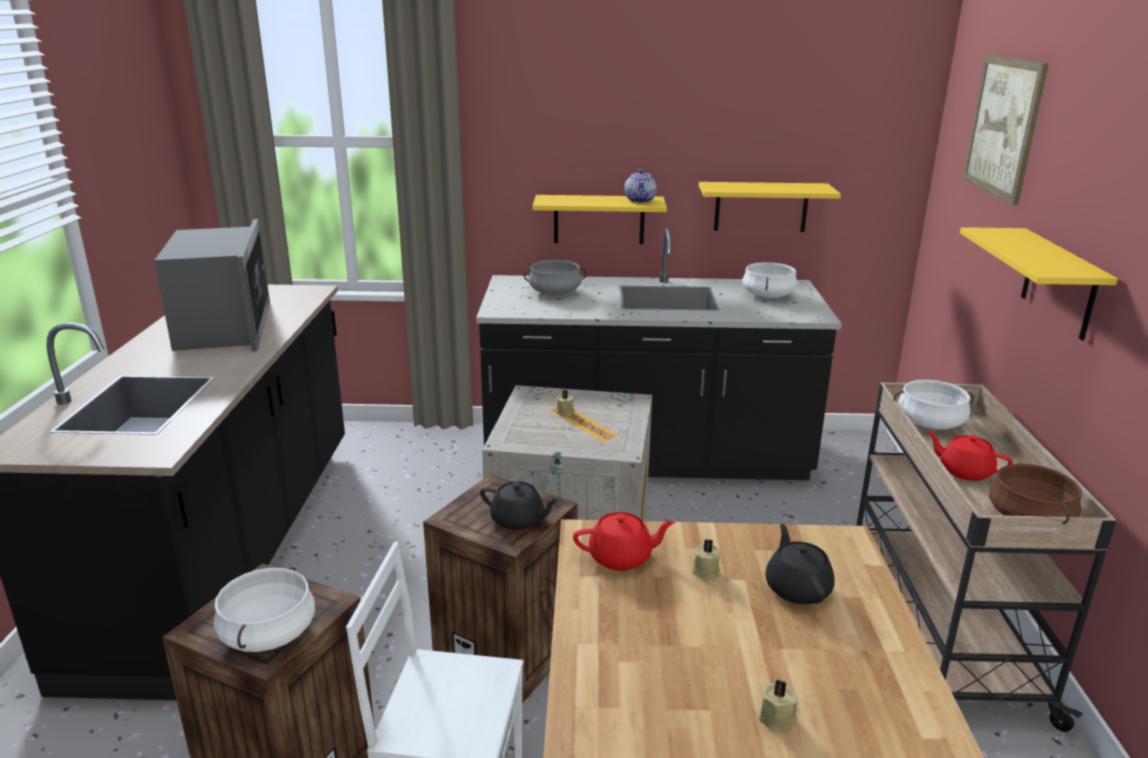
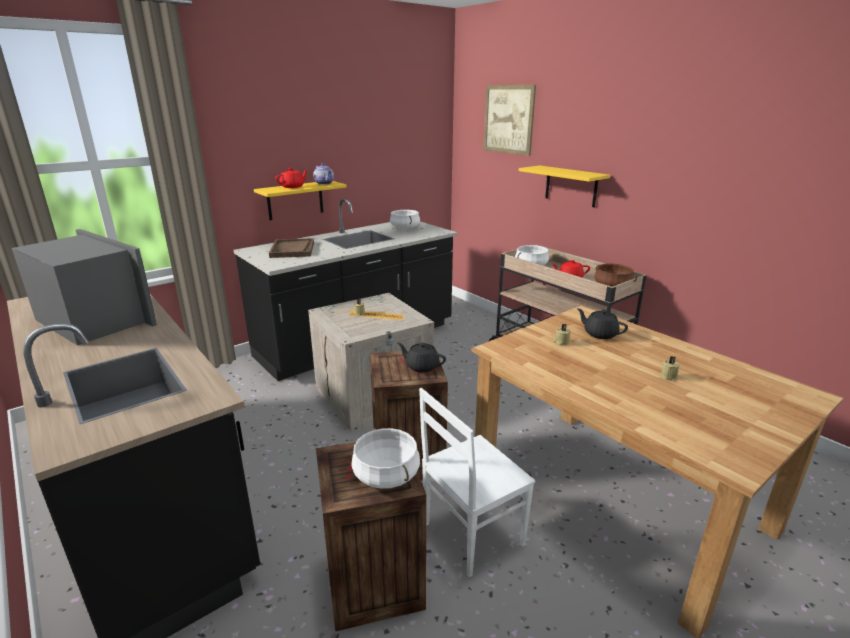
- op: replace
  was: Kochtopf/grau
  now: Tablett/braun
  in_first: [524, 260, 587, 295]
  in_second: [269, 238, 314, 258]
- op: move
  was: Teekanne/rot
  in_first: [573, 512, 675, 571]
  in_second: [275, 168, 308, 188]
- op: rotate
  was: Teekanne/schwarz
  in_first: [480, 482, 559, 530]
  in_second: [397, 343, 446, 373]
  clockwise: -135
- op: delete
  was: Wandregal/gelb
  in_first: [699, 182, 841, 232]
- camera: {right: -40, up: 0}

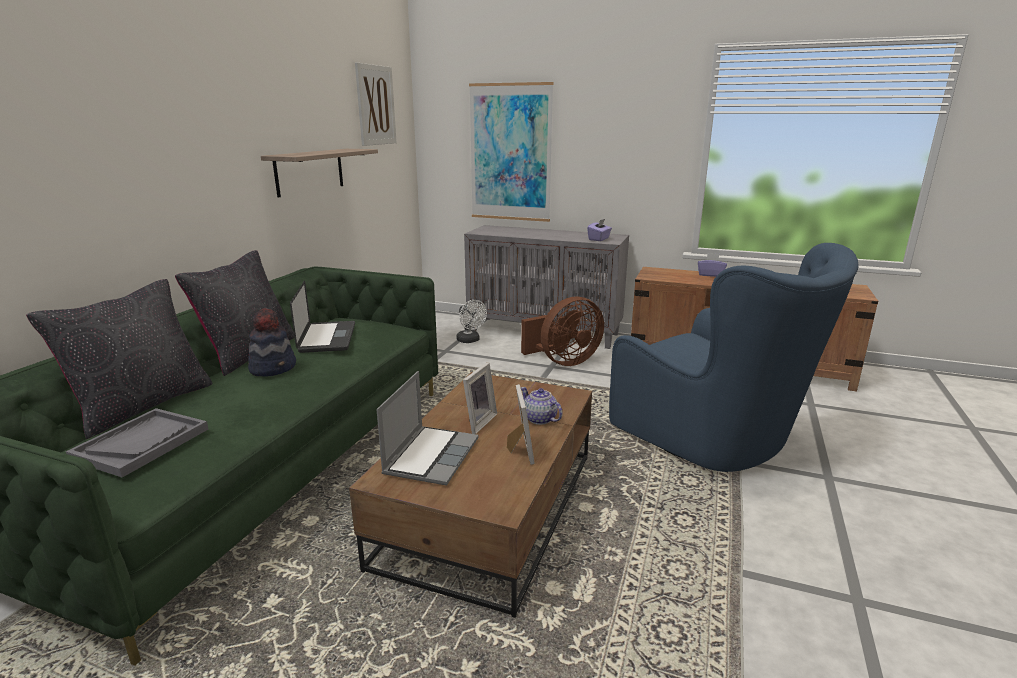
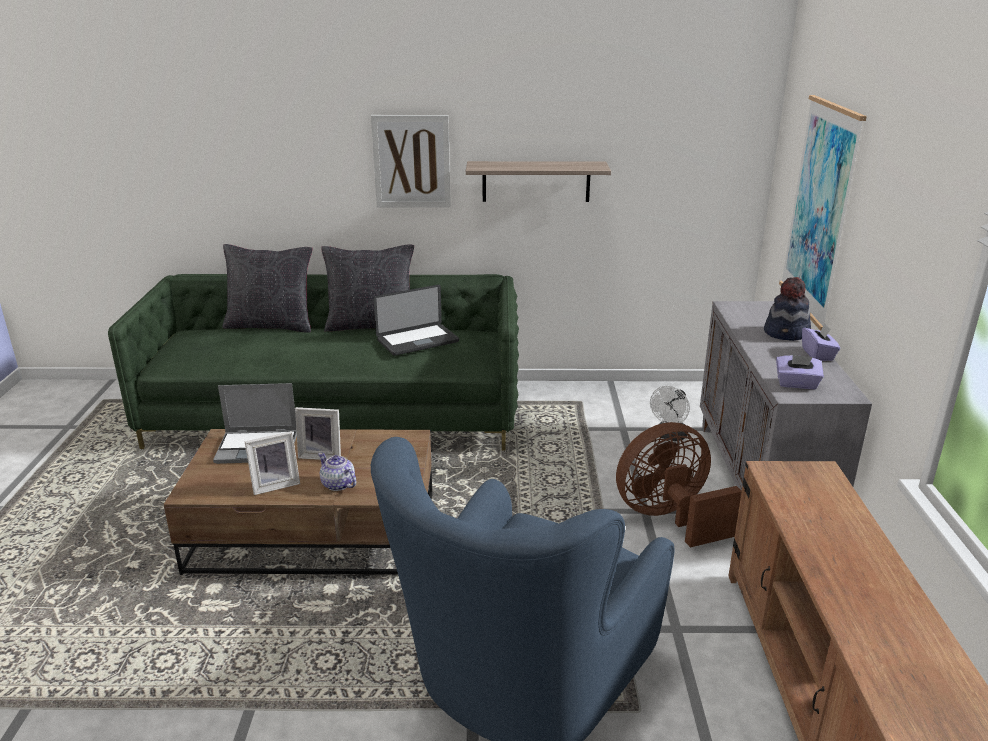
- op: rotate
  was: Teekanne
  in_first: [521, 387, 563, 425]
  in_second: [318, 453, 356, 491]
  clockwise: -75
- op: move
  was: Bild
  in_first: [355, 63, 397, 146]
  in_second: [371, 115, 451, 208]
- op: rotate
  was: Ventilator/braun
  in_first: [521, 296, 604, 366]
  in_second: [616, 422, 742, 548]
  clockwise: 120
- op: move
  was: Hut
  in_first: [248, 308, 296, 377]
  in_second: [764, 277, 811, 341]
- op: move
  was: Taschentuchbox/lila
  in_first: [698, 253, 727, 277]
  in_second: [802, 324, 840, 361]
- op: delete
  was: Tablett/grau
  in_first: [66, 408, 208, 477]
- camera: {right: 70, up: 5}

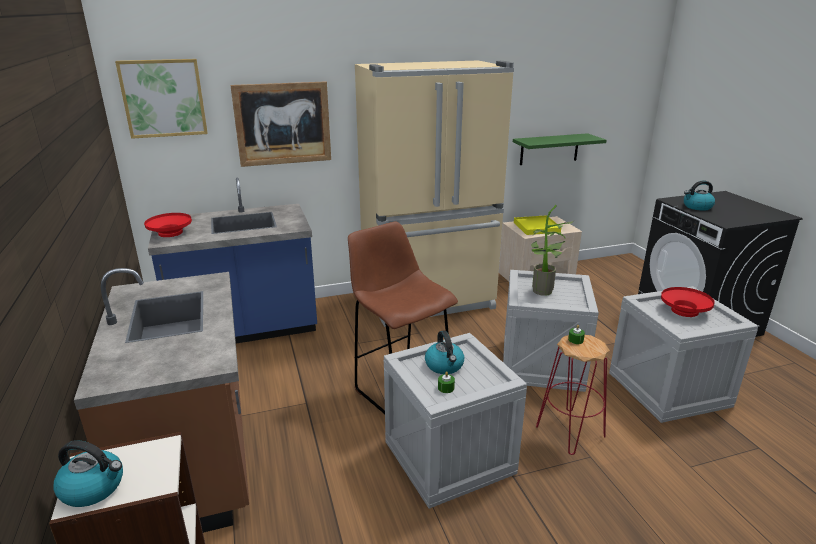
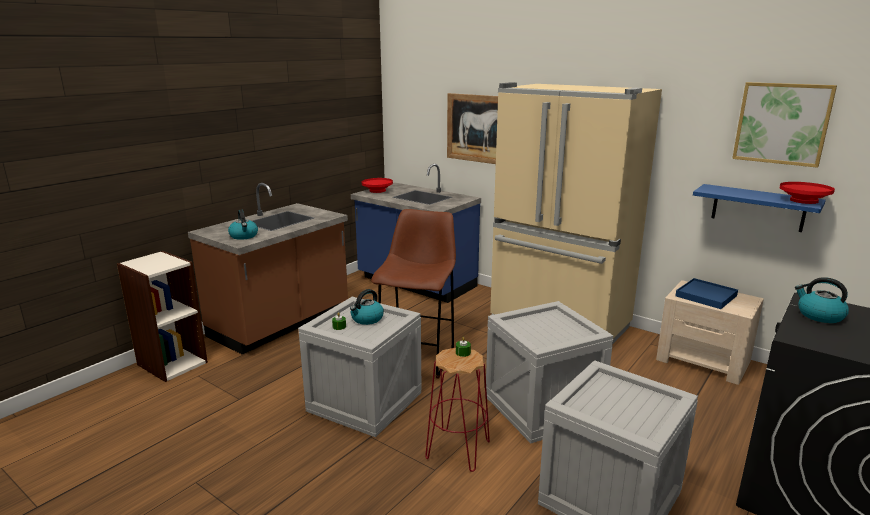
- op: move
  was: Wasserkessel
  in_first: [53, 440, 123, 507]
  in_second: [228, 210, 258, 240]
- op: recolor
  was: Tablett/gelb
  now: Tablett/blau
  in_first: [514, 215, 561, 235]
  in_second: [676, 278, 738, 309]
- op: recolor
  was: Wandregal/grün
  now: Wandregal/blau
  in_first: [513, 133, 607, 165]
  in_second: [693, 184, 826, 232]
- op: move
  was: Bild
  in_first: [115, 59, 208, 139]
  in_second: [732, 82, 837, 168]
- op: move
  was: Schüssel/rot
  in_first: [661, 287, 715, 317]
  in_second: [780, 182, 835, 204]
- op: delete
  was: Topfpflanze
  in_first: [531, 205, 575, 296]
- camera: {right: 55, up: -5}

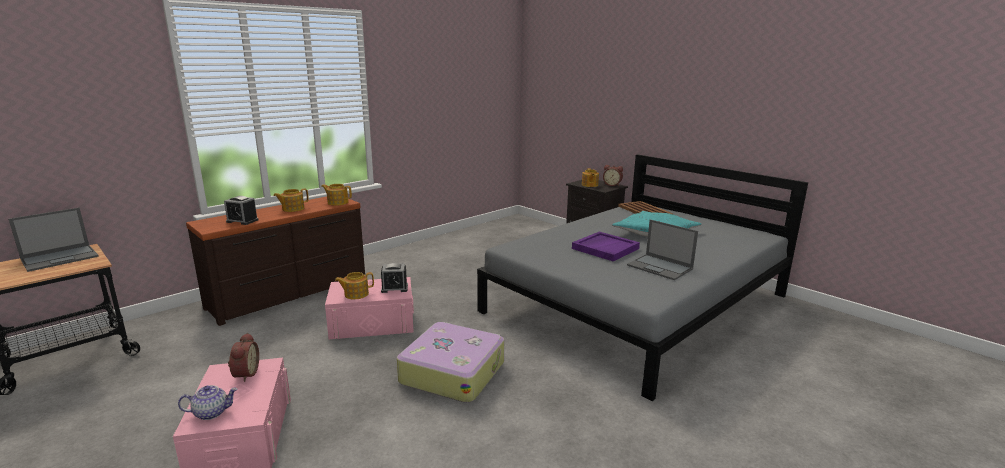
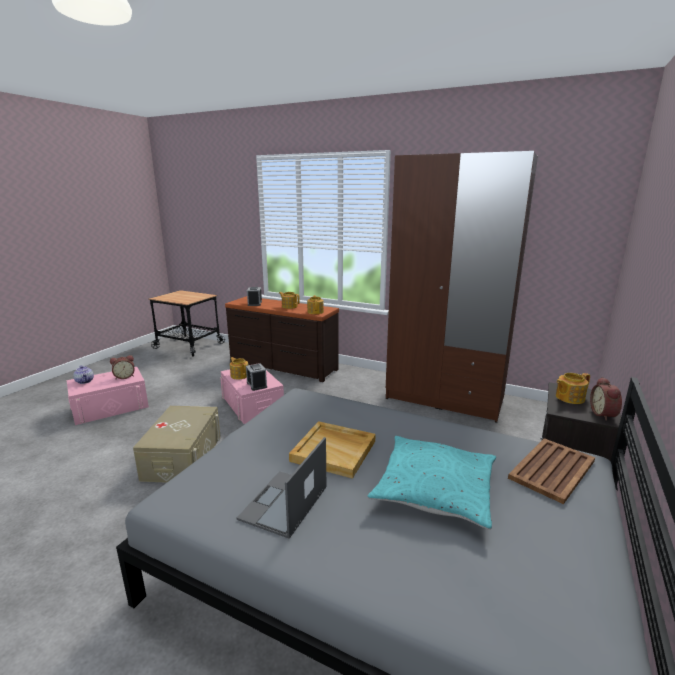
- op: replace
  was: Koffer
  now: Aufbewahrungsbox/beige
  in_first: [397, 322, 504, 403]
  in_second: [133, 406, 221, 483]
- op: recolor
  was: Tablett/lila
  now: Tablett/beige
  in_first: [572, 232, 640, 261]
  in_second: [289, 421, 376, 479]
- op: insert
  now: Kleiderschrank/braun
  in_second: [386, 151, 538, 423]
- op: delete
  was: Laptop
  in_first: [8, 208, 99, 272]
- camera: {right: 70, up: 0}

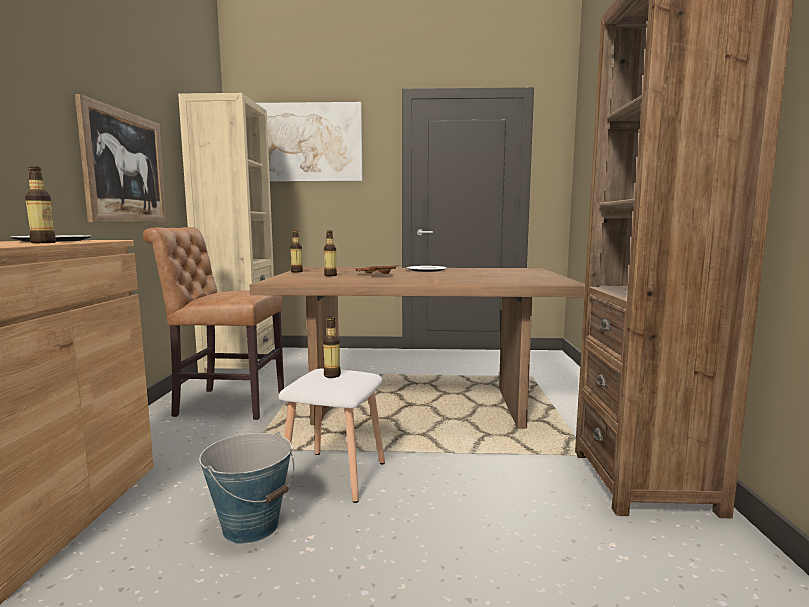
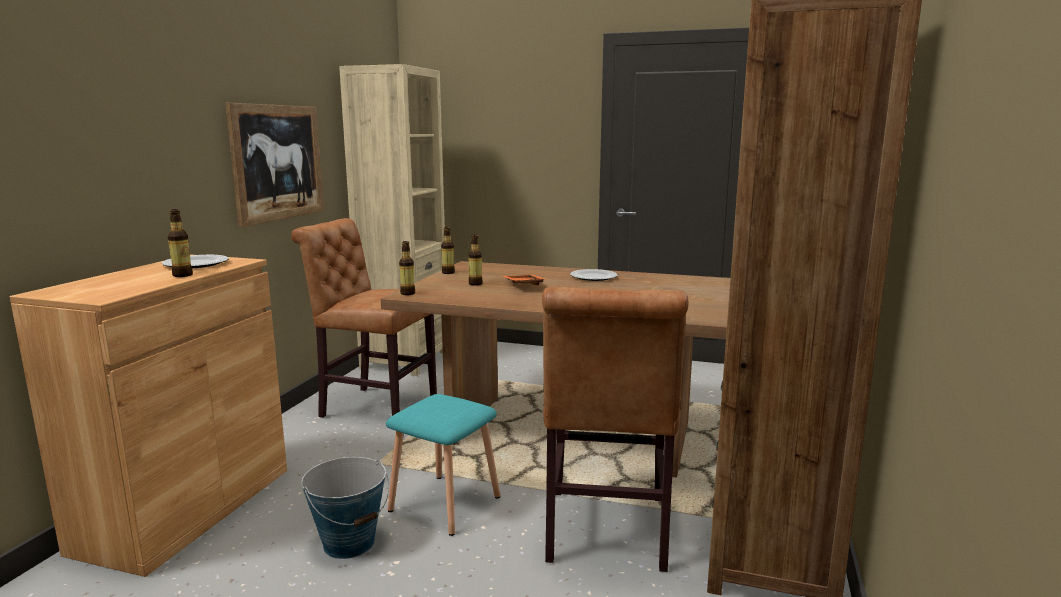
- op: recolor
  was: Hocker/weiß
  now: Hocker/türkis
  in_first: [278, 369, 385, 503]
  in_second: [386, 394, 500, 536]
- op: move
  was: Flasche
  in_first: [323, 316, 341, 378]
  in_second: [399, 241, 415, 295]
- op: insert
  now: Stuhl/braun
  in_second: [542, 287, 689, 572]
- op: delete
  was: Bild
  in_first: [257, 102, 363, 181]
- camera: {right: 15, up: 5}

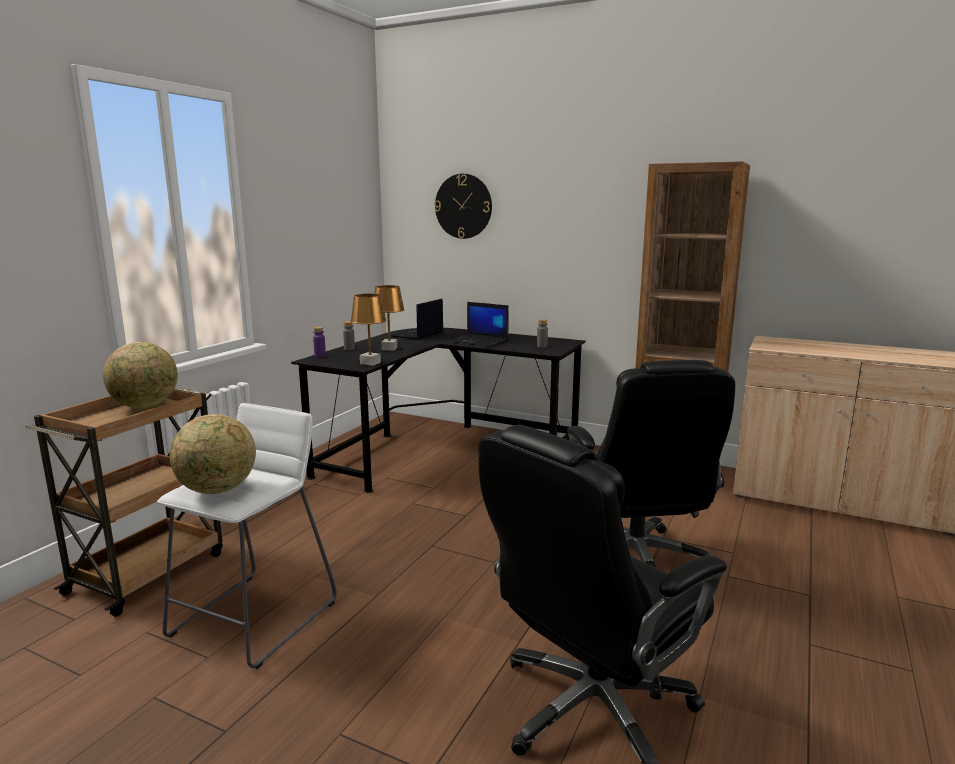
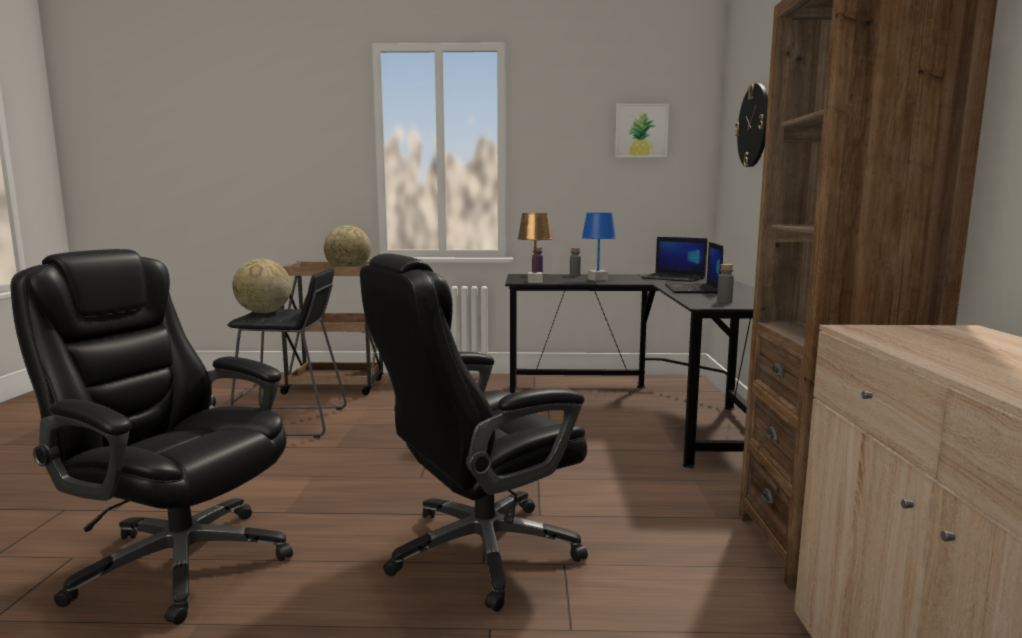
- op: recolor
  was: Hocker/weiß
  now: Hocker/schwarz
  in_first: [157, 403, 337, 669]
  in_second: [227, 268, 346, 438]
- op: recolor
  was: Tischlampe/braun
  now: Tischlampe/blau
  in_first: [374, 285, 405, 350]
  in_second: [582, 213, 616, 281]
- op: insert
  now: Bild
  in_second: [615, 104, 669, 158]
- op: rotate
  was: Laptop
  in_first: [390, 299, 443, 340]
  in_second: [641, 237, 707, 282]
  clockwise: -150
- camera: {right: 65, up: -5}

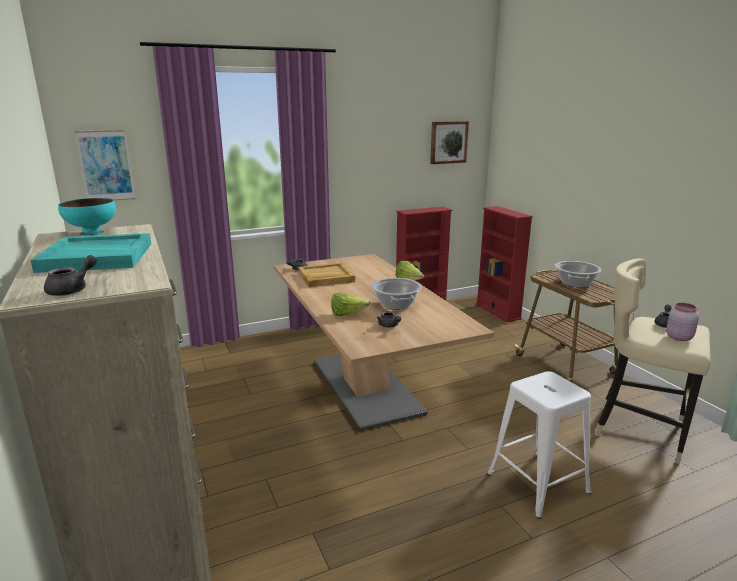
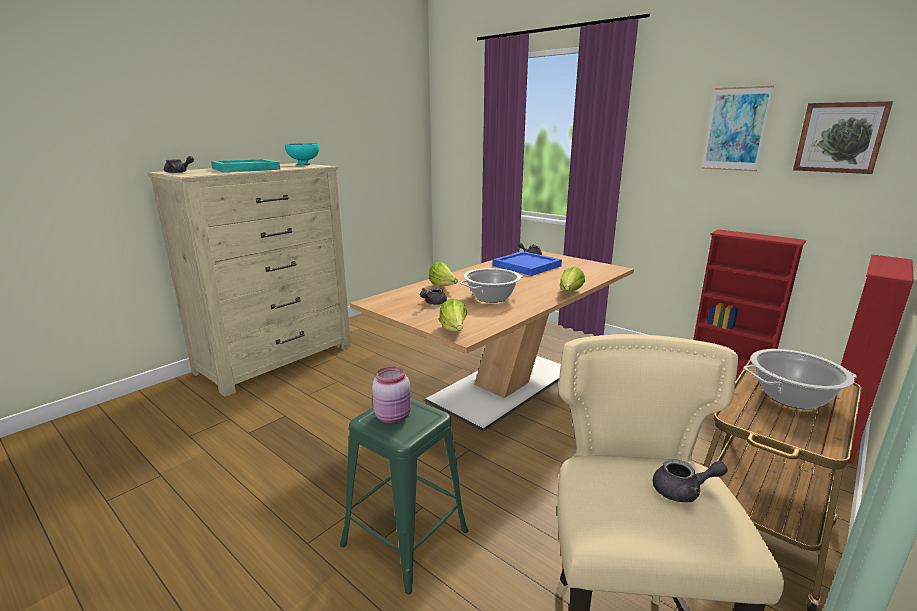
- op: recolor
  was: Hocker/weiß
  now: Hocker/grün
  in_first: [488, 371, 591, 519]
  in_second: [340, 398, 468, 594]
- op: move
  was: Vorratsglas/rosa
  in_first: [666, 303, 699, 341]
  in_second: [372, 366, 411, 424]
- op: insert
  now: Salatkopf
  in_second: [439, 298, 467, 332]
- op: recolor
  was: Tablett/beige
  now: Tablett/blau
  in_first: [298, 263, 355, 287]
  in_second: [493, 251, 562, 276]
- op: move
  was: Bild
  in_first: [75, 130, 136, 201]
  in_second: [702, 86, 774, 171]
- camera: {right: 65, up: 0}

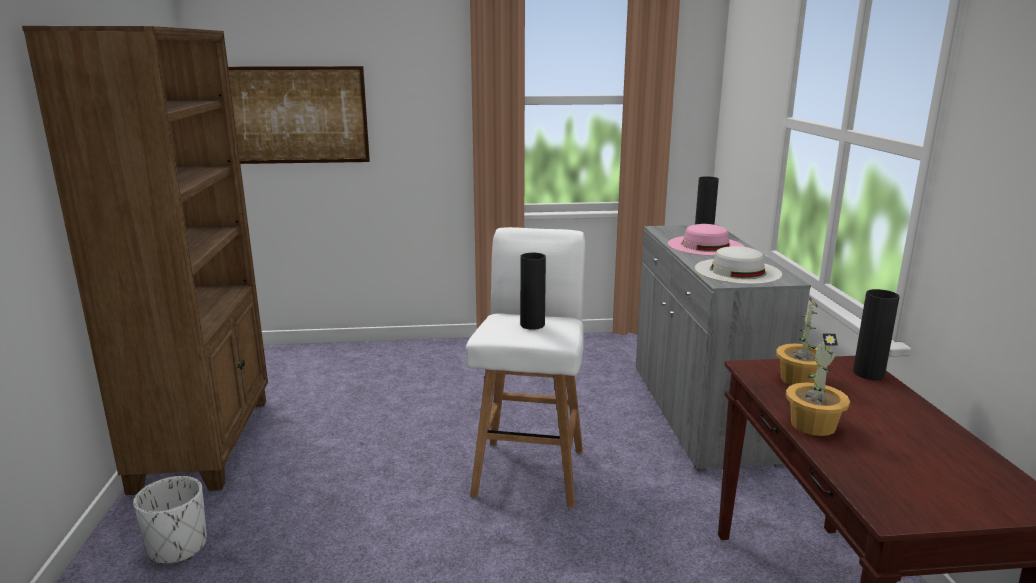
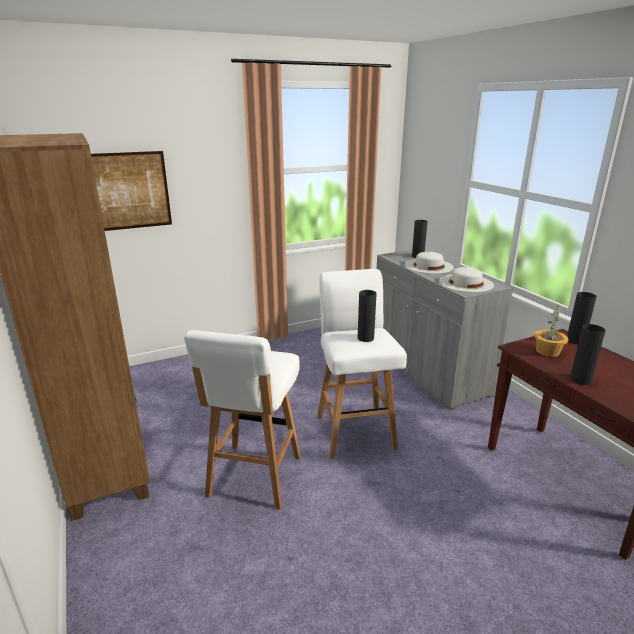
- op: insert
  now: Hocker/weiß
  in_second: [184, 330, 301, 510]
- op: recolor
  was: Hut/rosa
  now: Hut/weiß
  in_first: [668, 224, 744, 256]
  in_second: [405, 252, 454, 274]
- op: replace
  was: Topfpflanze
  now: Vase/schwarz
  in_first: [786, 334, 850, 436]
  in_second: [570, 324, 606, 385]
- op: delete
  was: Pflanzkübel/weiß
  in_first: [133, 476, 207, 564]
- camera: {right: -20, up: 5}

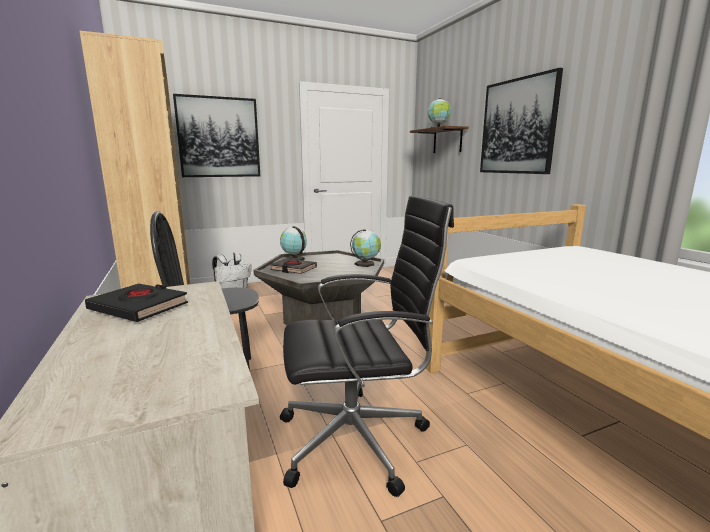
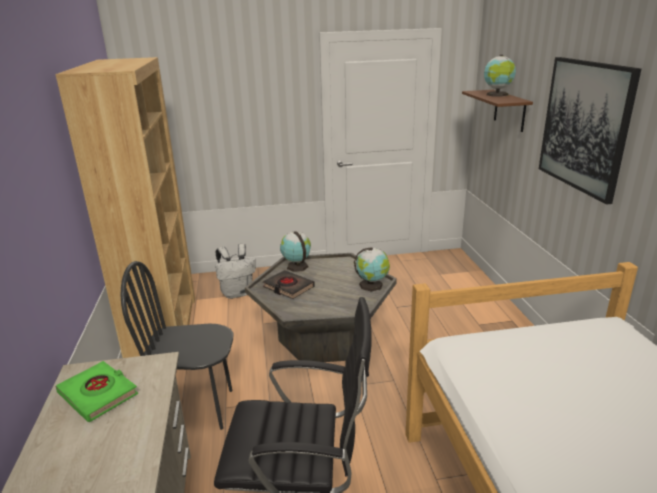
- op: recolor
  was: Buch/schwarz
  now: Buch/grün
  in_first: [85, 284, 188, 322]
  in_second: [56, 361, 138, 422]
- op: delete
  was: Bild
  in_first: [173, 94, 260, 177]
- camera: {right: 15, up: 10}

